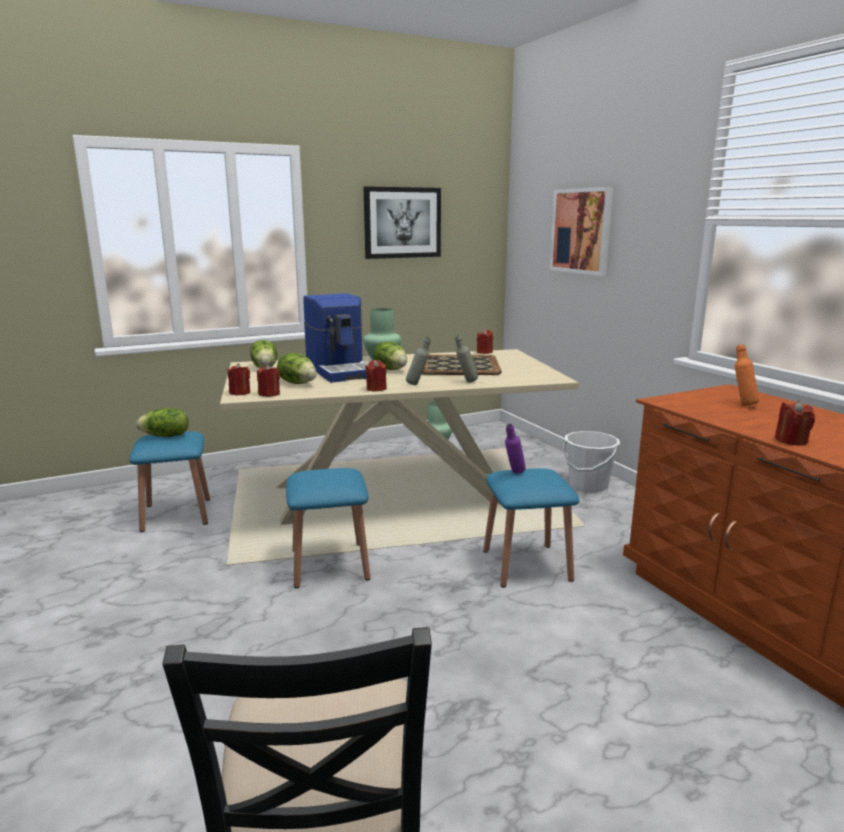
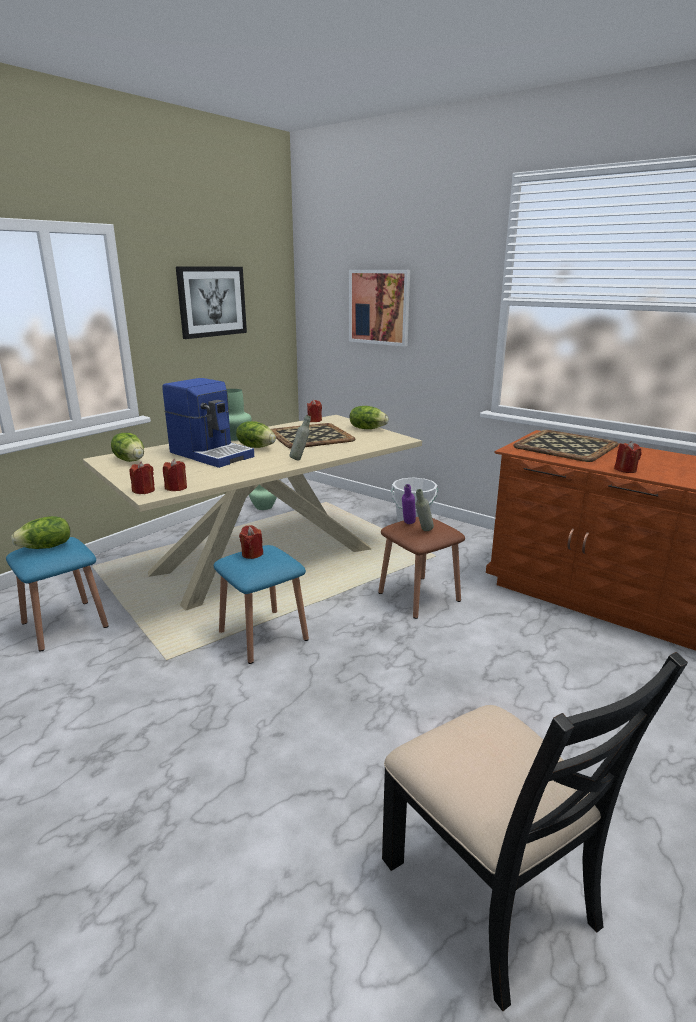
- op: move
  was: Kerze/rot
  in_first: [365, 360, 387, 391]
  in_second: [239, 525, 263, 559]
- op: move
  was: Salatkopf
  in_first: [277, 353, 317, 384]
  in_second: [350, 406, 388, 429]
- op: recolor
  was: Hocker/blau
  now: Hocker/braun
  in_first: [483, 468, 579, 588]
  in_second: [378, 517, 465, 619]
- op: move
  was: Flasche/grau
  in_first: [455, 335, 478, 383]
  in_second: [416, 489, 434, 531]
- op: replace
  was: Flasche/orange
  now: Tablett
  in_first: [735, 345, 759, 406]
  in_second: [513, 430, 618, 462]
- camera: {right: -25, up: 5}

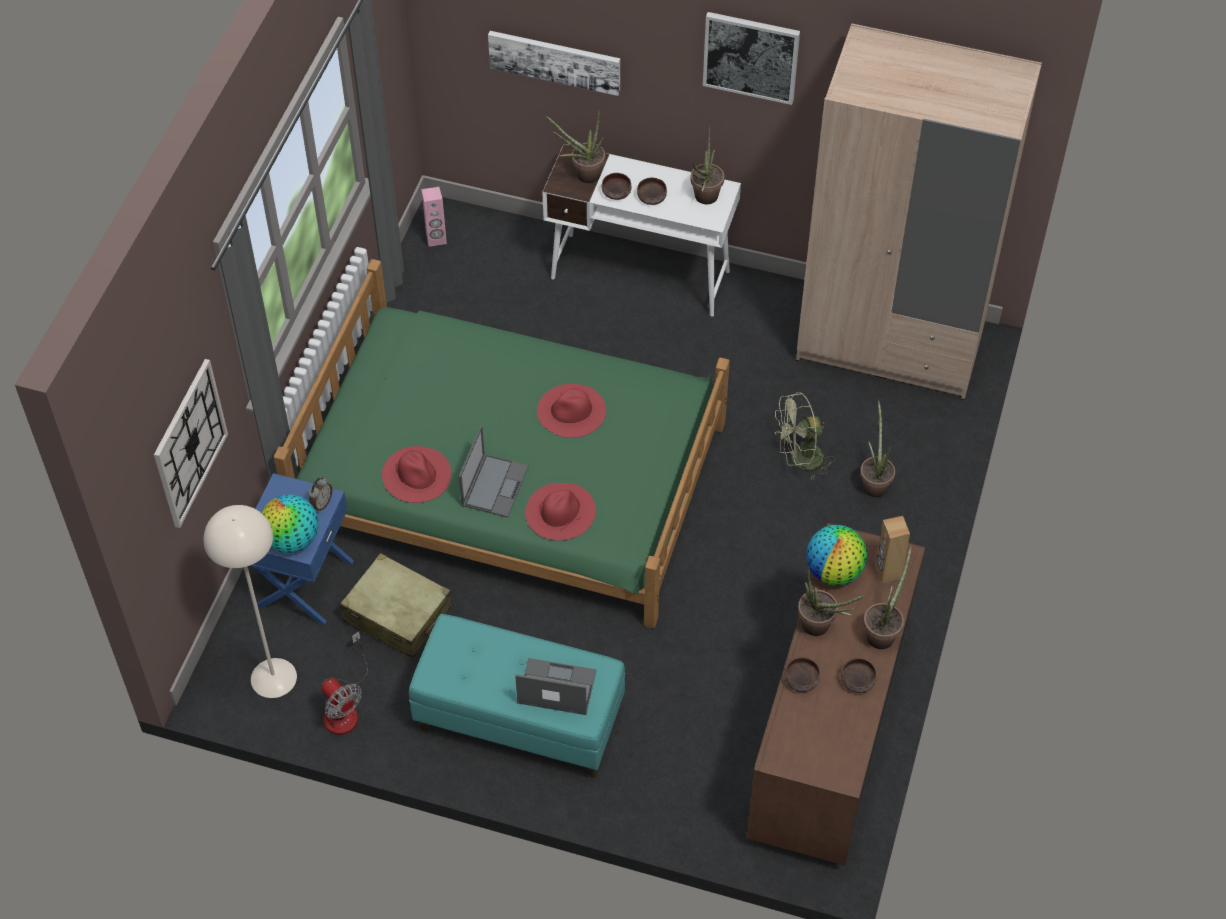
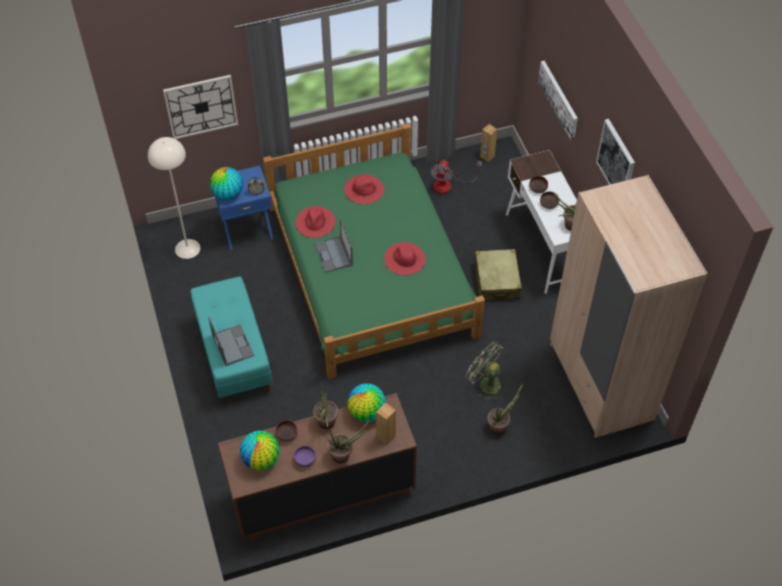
- op: insert
  now: Globus
  in_second: [240, 431, 279, 470]
- op: recolor
  was: Schüssel/braun
  now: Schüssel/lila
  in_first: [841, 658, 877, 693]
  in_second: [294, 446, 316, 468]
- op: rotate
  was: Laptop
  in_first: [459, 425, 529, 517]
  in_second: [315, 218, 353, 273]
  clockwise: 90
- op: move
  was: Hut/rot
  in_first: [525, 483, 596, 541]
  in_second: [344, 174, 384, 204]
- op: move
  was: Ventilator
  in_first: [321, 632, 368, 735]
  in_second: [430, 160, 482, 194]
- op: move
  was: Koffer/beige
  in_first: [340, 553, 451, 659]
  in_second: [474, 249, 522, 301]
- op: recolor
  was: Lautsprecher/rosa
  now: Lautsprecher/braun
  in_first: [421, 187, 447, 247]
  in_second: [480, 124, 497, 162]
- op: delete
  was: Topfpflanze
  in_first: [546, 113, 605, 183]
- camera: {right: 55, up: 0}

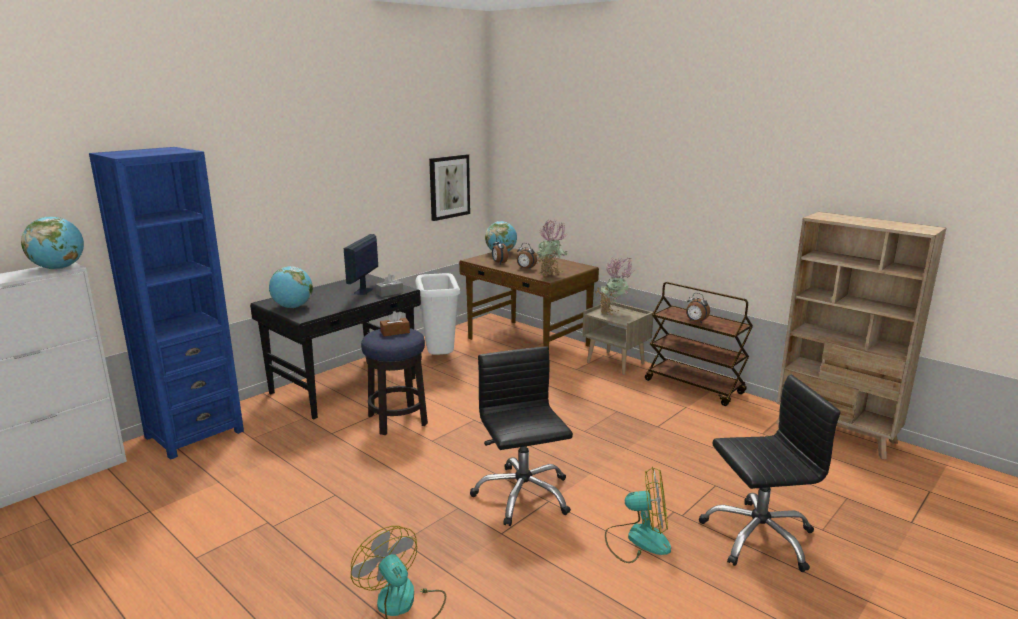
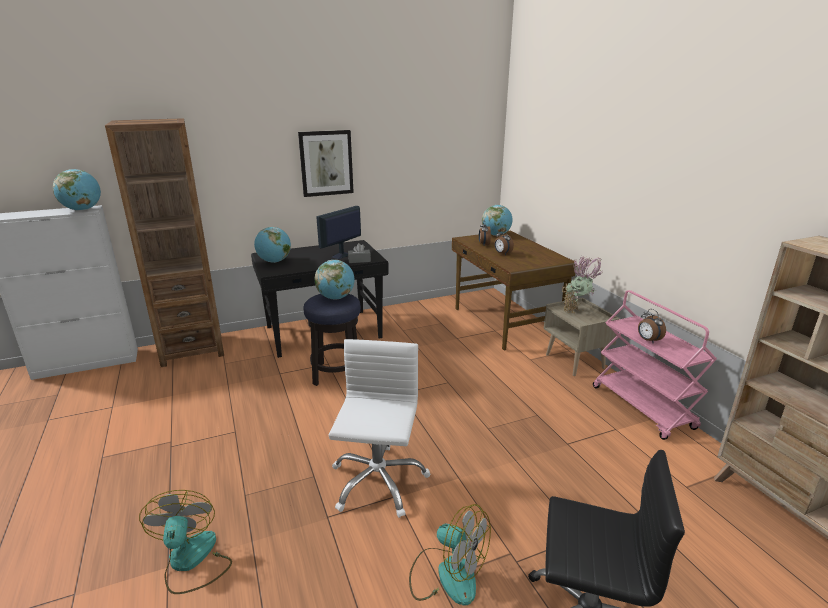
- op: recolor
  was: Bücherregal/blau
  now: Bücherregal/braun
  in_first: [89, 147, 244, 460]
  in_second: [105, 118, 224, 367]
- op: move
  was: Bild
  in_first: [429, 154, 470, 221]
  in_second: [298, 130, 354, 197]
- op: replace
  was: Taschentuchbox/braun
  now: Globus
  in_first: [380, 311, 410, 337]
  in_second: [315, 260, 355, 300]
- op: recolor
  was: Bürostuhl/schwarz
  now: Bürostuhl/weiß
  in_first: [470, 346, 573, 526]
  in_second: [329, 339, 430, 518]
- op: recolor
  was: Rollwagen/braun
  now: Rollwagen/rosa
  in_first: [645, 282, 753, 406]
  in_second: [593, 290, 717, 440]
- op: delete
  was: Mülleimer/weiß
  in_first: [415, 273, 460, 355]
- op: delete
  was: Topfpflanze
  in_first: [535, 220, 568, 277]
- camera: {right: 25, up: 5}

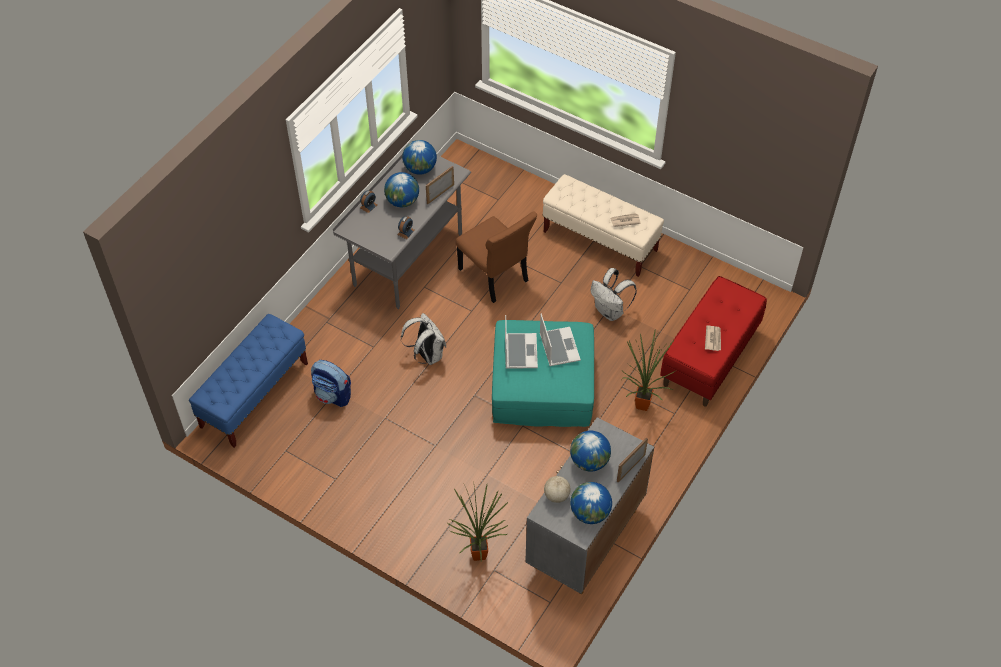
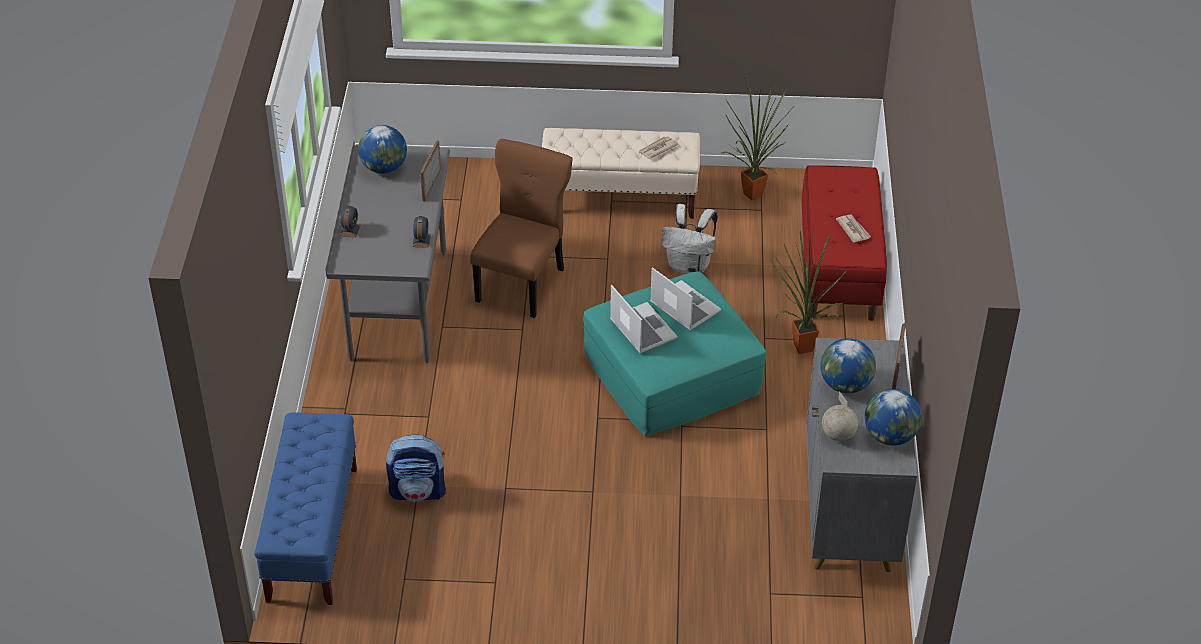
- op: rotate
  was: Stuhl/braun
  in_first: [456, 212, 537, 303]
  in_second: [470, 139, 573, 318]
  clockwise: -90
- op: move
  was: Topfpflanze
  in_first: [448, 481, 508, 562]
  in_second: [721, 74, 792, 201]
- op: delete
  was: Globus
  in_first: [384, 172, 419, 207]
- op: delete
  was: Rucksack/weiß
  in_first: [401, 313, 446, 365]
- camera: {right: -30, up: -10}

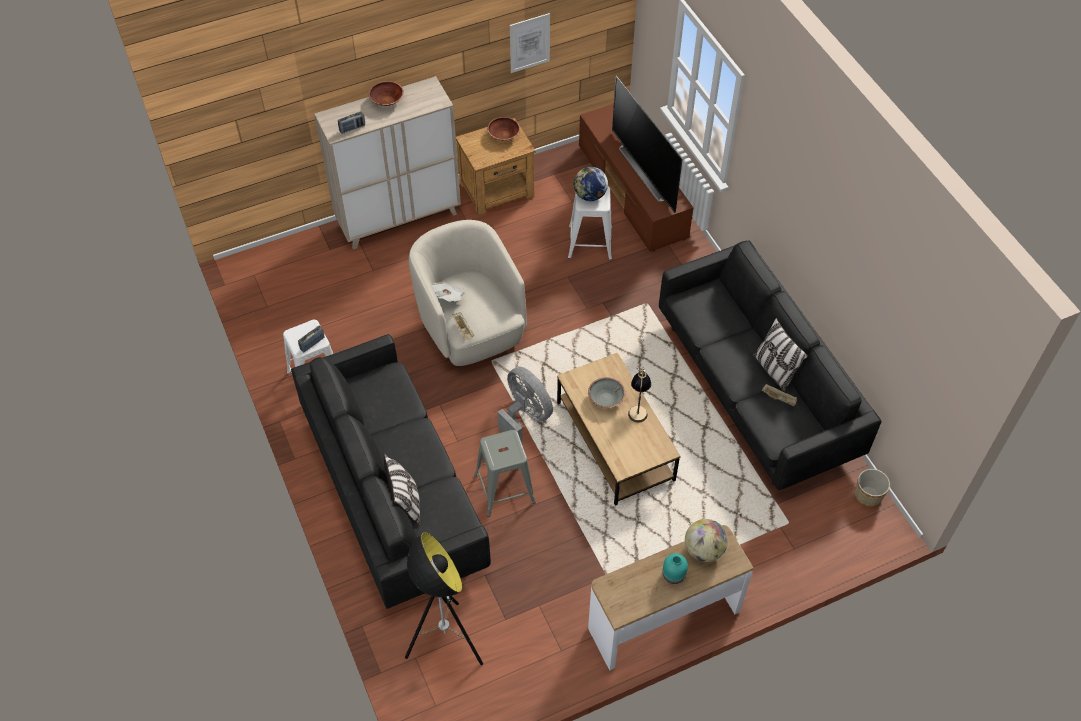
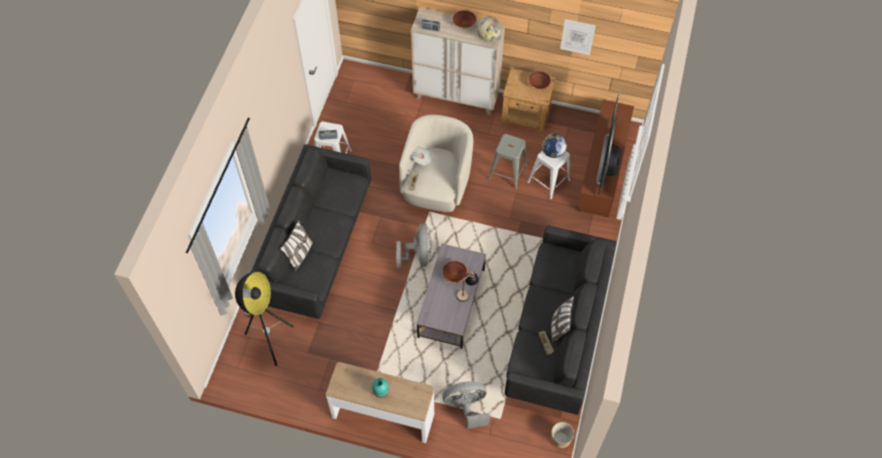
- op: recolor
  was: Couchtisch/braun
  now: Couchtisch/grau
  in_first: [557, 353, 681, 506]
  in_second: [416, 244, 486, 349]
- op: recolor
  was: Schüssel/grau
  now: Schüssel/braun
  in_first: [588, 377, 625, 408]
  in_second: [442, 260, 468, 283]
- op: insert
  now: Ventilator/grau
  in_second: [442, 382, 490, 429]
- op: move
  was: Globus
  in_first: [685, 519, 728, 562]
  in_second: [477, 16, 501, 41]
- op: move
  was: Hocker/grau
  in_first: [474, 430, 536, 517]
  in_second: [488, 134, 527, 190]
- camera: {right: 40, up: 5}

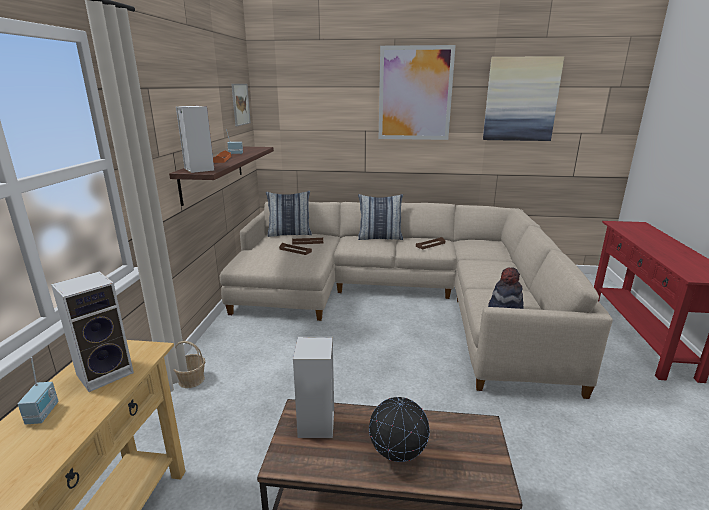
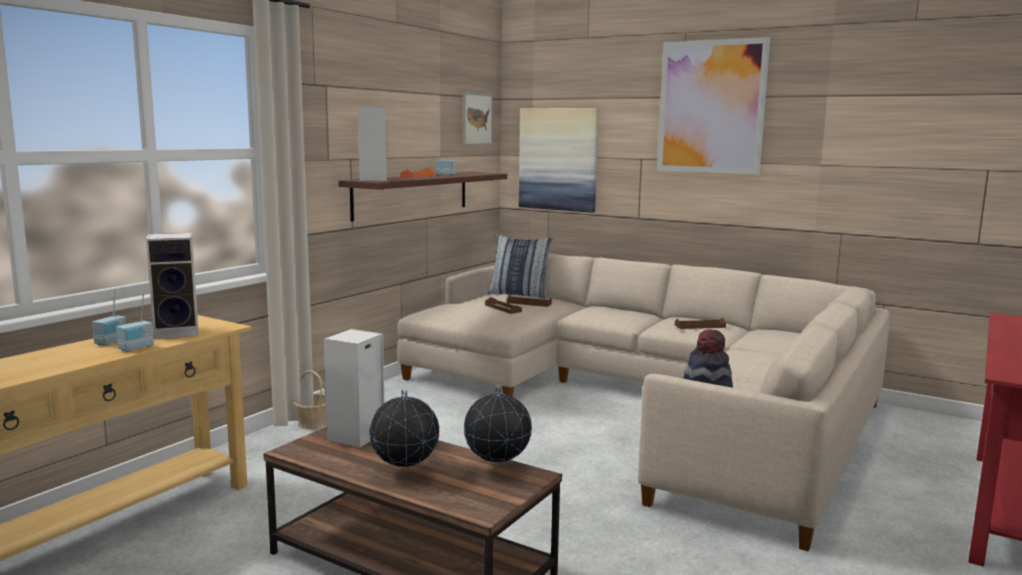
- op: insert
  now: Radio
  in_second: [116, 294, 154, 352]
- op: insert
  now: Globus
  in_second: [464, 386, 532, 469]
- op: move
  was: Bild
  in_first: [483, 56, 564, 141]
  in_second: [519, 108, 599, 213]
- op: delete
  was: Kissen
  in_first: [358, 194, 403, 240]
- camera: {right: 25, up: -10}

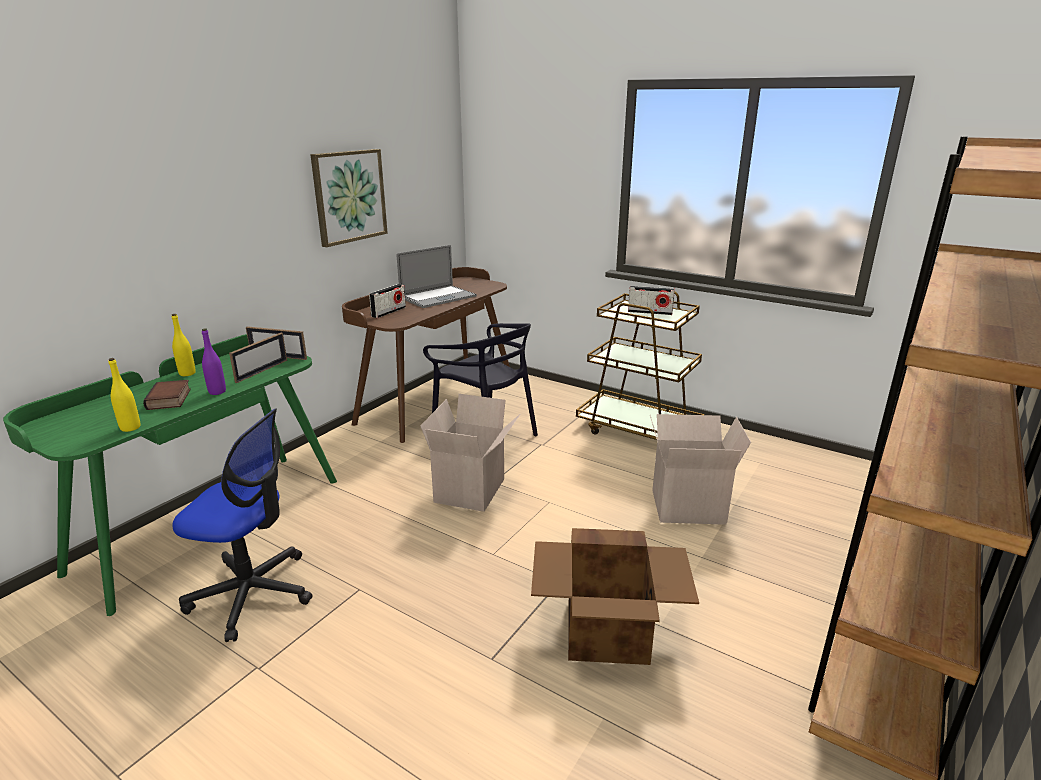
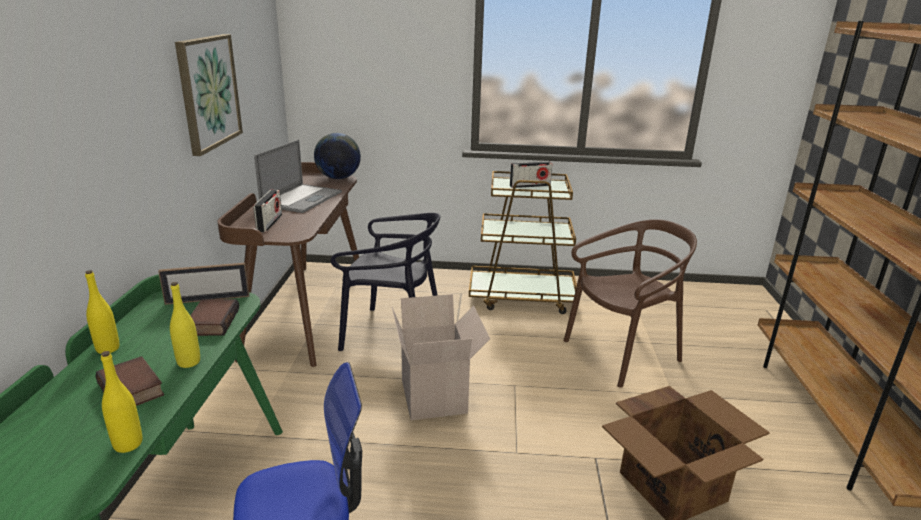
- op: recolor
  was: Flasche/lila
  now: Flasche/gelb
  in_first: [202, 328, 226, 395]
  in_second: [170, 282, 200, 368]
- op: replace
  was: Bilderrahmen
  now: Buch
  in_first: [229, 333, 287, 383]
  in_second: [190, 299, 239, 336]
- op: insert
  now: Globus
  in_second: [314, 133, 361, 179]
- op: replace
  was: Karton
  now: Stuhl/braun
  in_first: [650, 414, 751, 525]
  in_second: [563, 219, 697, 388]
- camera: {right: -30, up: 0}

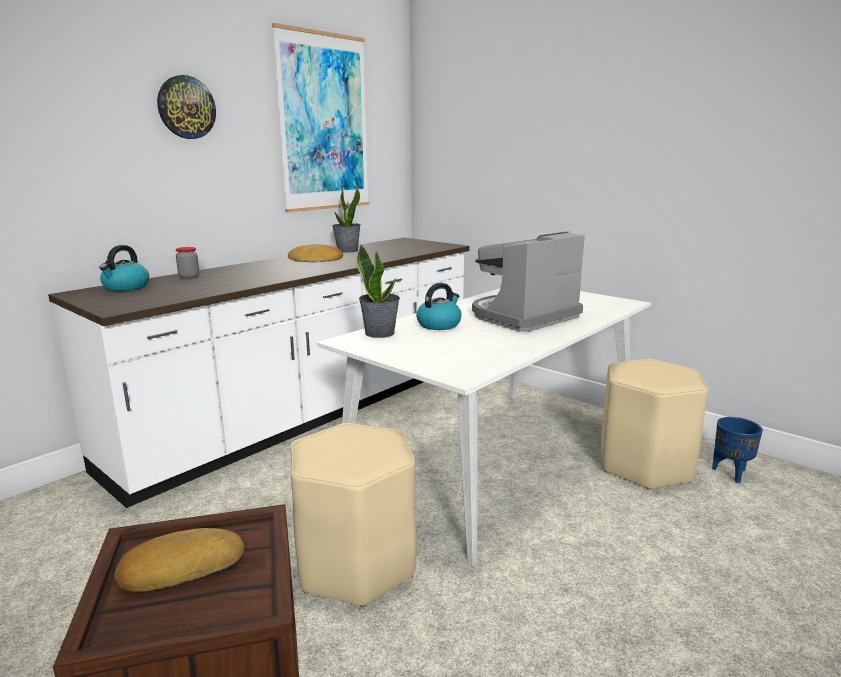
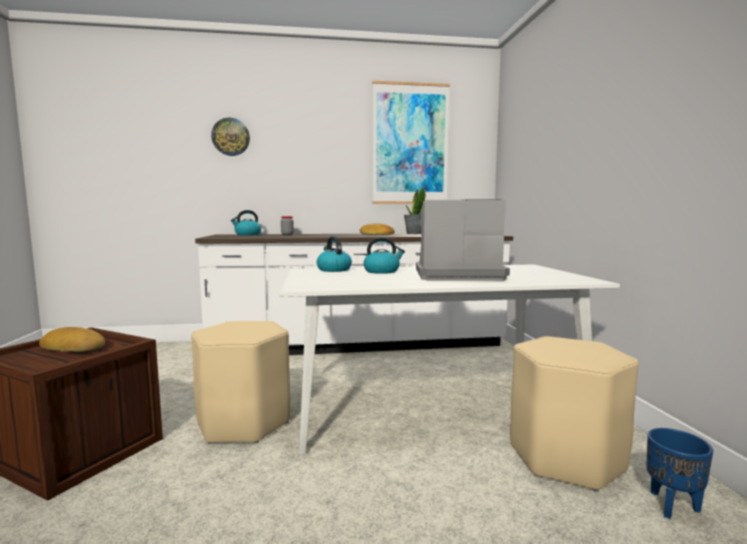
- op: move
  was: Wanduhr
  in_first: [157, 75, 216, 139]
  in_second: [211, 118, 250, 156]
- op: replace
  was: Topfpflanze
  now: Wasserkessel
  in_first: [356, 244, 400, 338]
  in_second: [317, 237, 352, 272]
- camera: {right: 40, up: -10}

